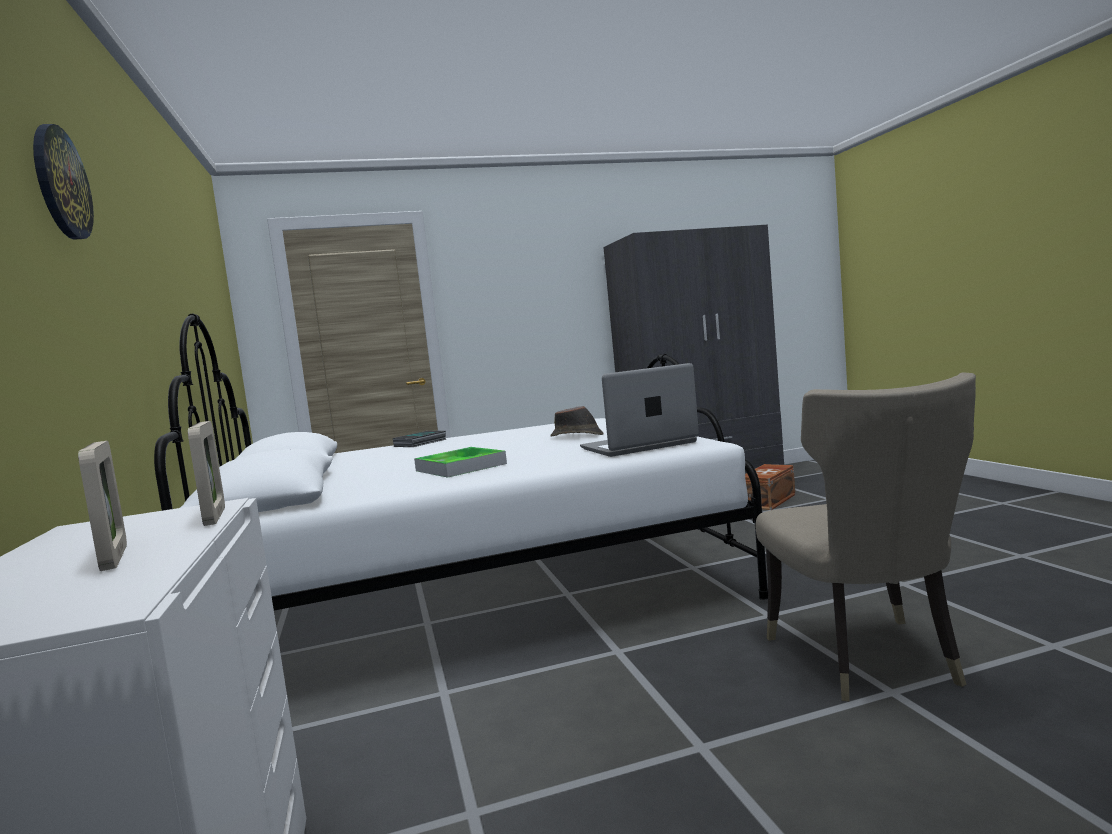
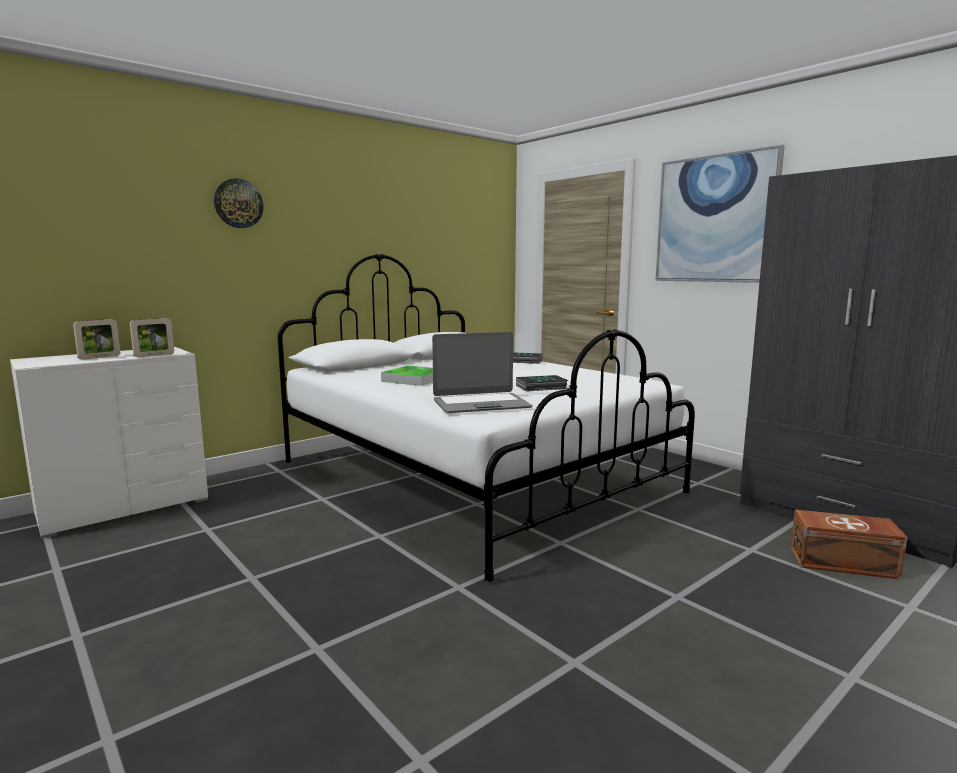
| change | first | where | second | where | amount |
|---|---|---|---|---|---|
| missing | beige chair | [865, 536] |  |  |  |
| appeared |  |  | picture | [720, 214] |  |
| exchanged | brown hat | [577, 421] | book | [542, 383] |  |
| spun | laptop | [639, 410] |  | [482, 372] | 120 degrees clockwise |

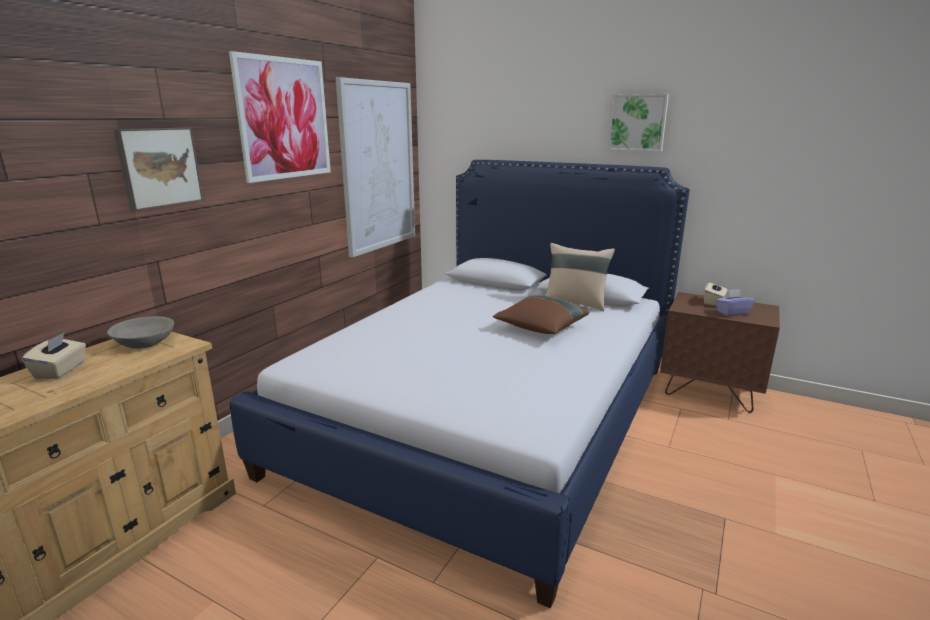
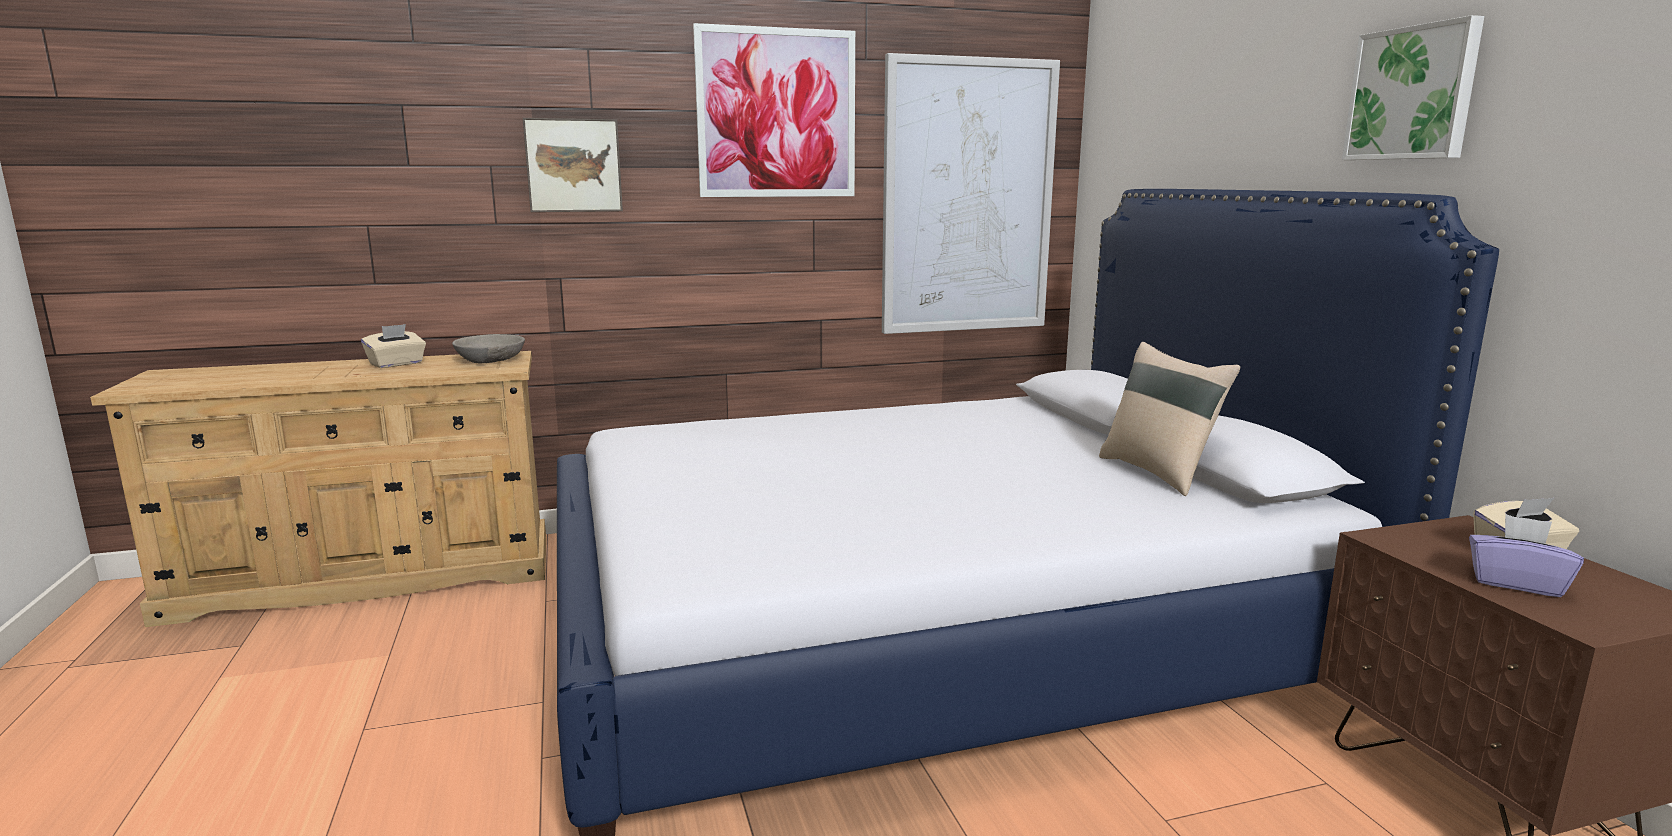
| change | first | where | second | where | amount |
|---|---|---|---|---|---|
| missing | brown pillow | [541, 314] |  |  |  |

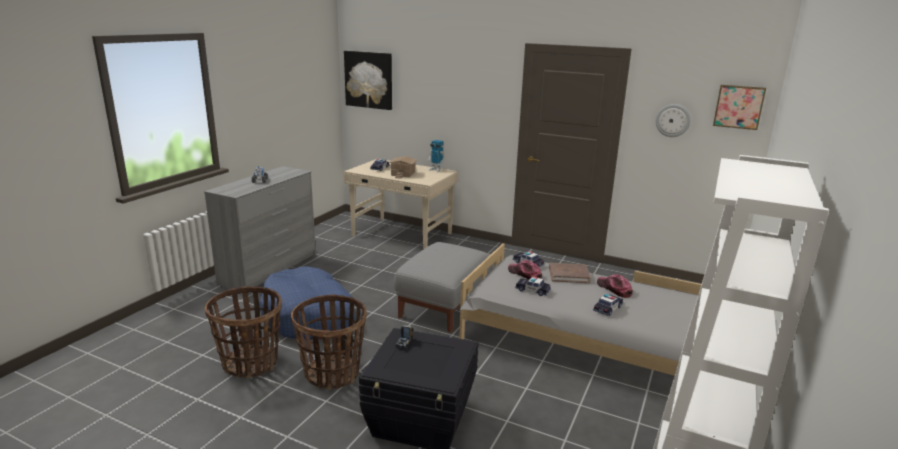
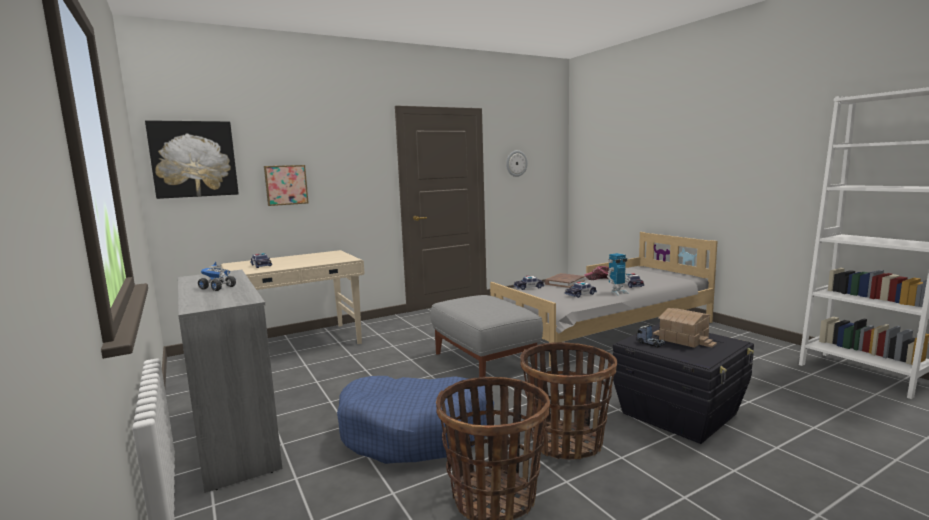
| change | first | where | second | where | amount |
|---|---|---|---|---|---|
| missing | cap | [525, 269] |  |  |  |
| relocated | toy house | [403, 167] |  | [685, 328] |  |
| relocated | toy robot | [436, 156] |  | [618, 274] |  |
| relocated | picture | [739, 107] |  | [286, 185] |  |

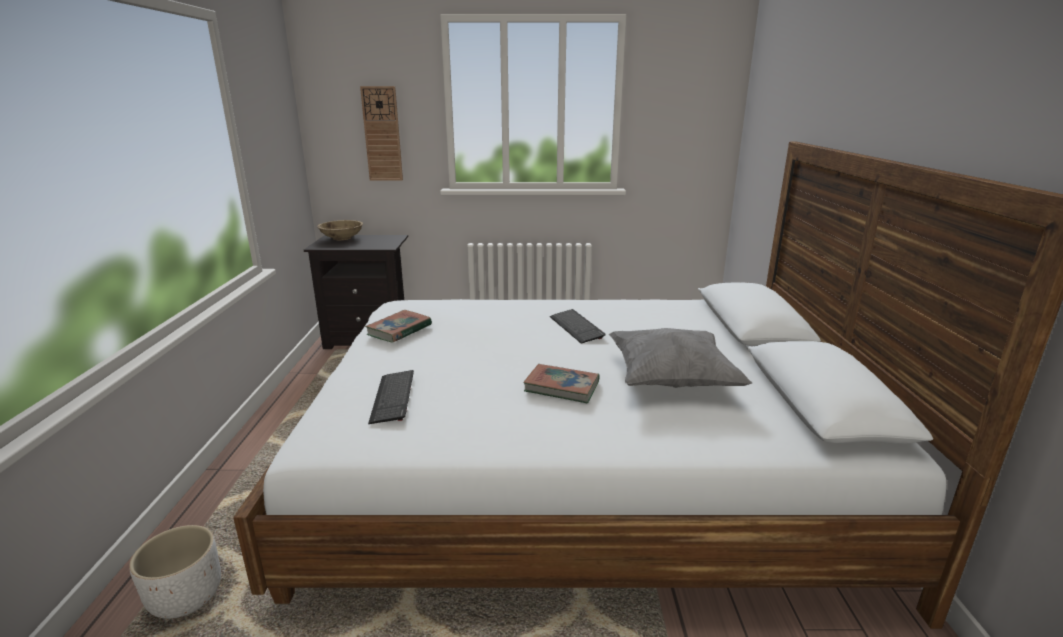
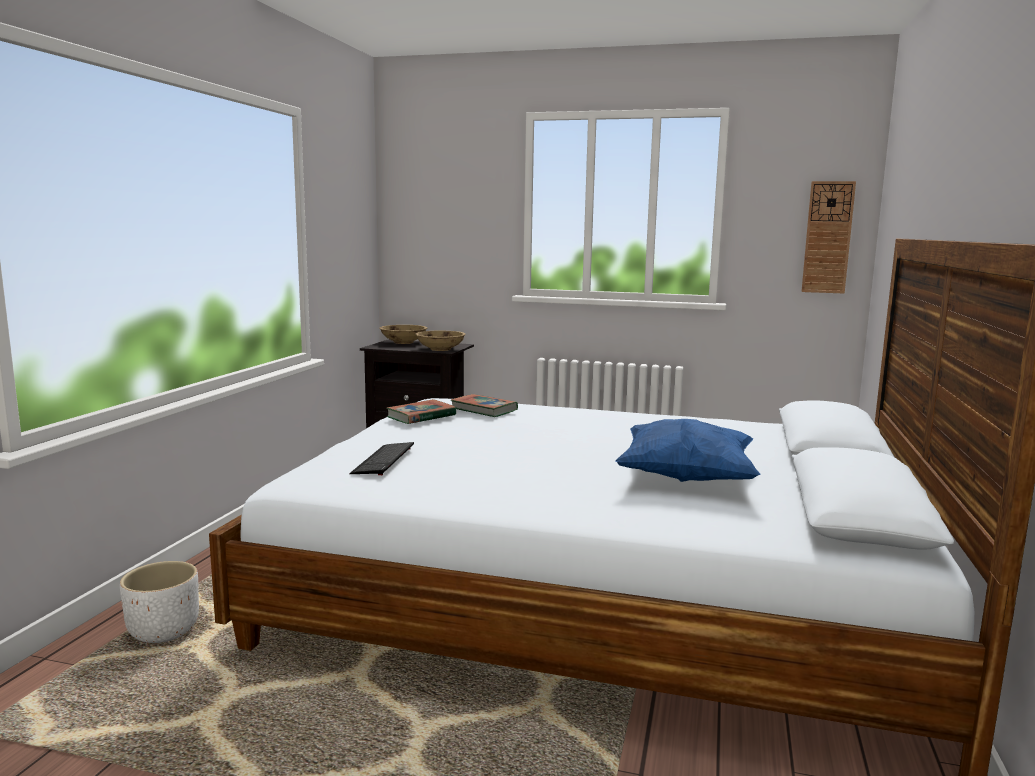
| change | first | where | second | where | amount |
|---|---|---|---|---|---|
| missing | keyboard | [578, 326] |  |  |  |
| appeared |  |  | beige bowl | [440, 341] |  |
| relocated | wall clock | [381, 133] |  | [828, 237] |  |
| relocated | book | [561, 383] |  | [484, 405] |  |
| colour | grey pillow | [680, 358] | blue pillow | [688, 450] |  |

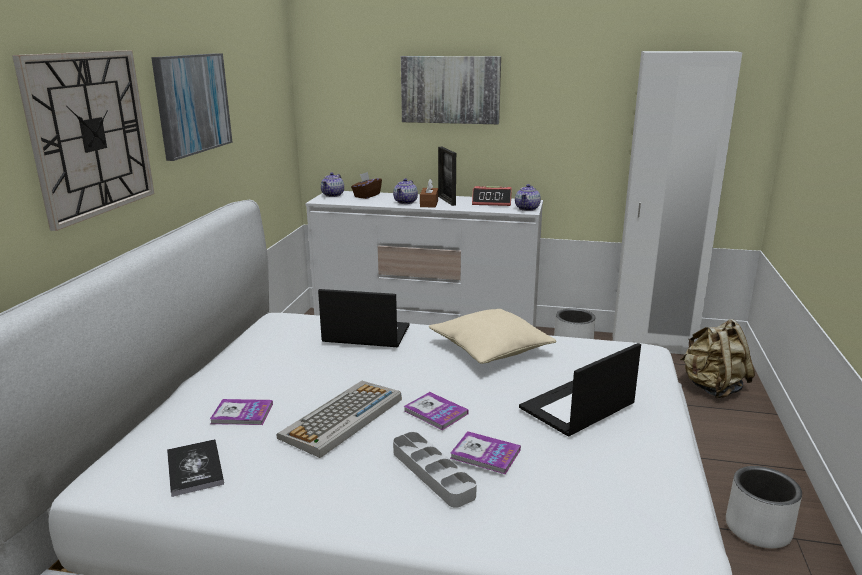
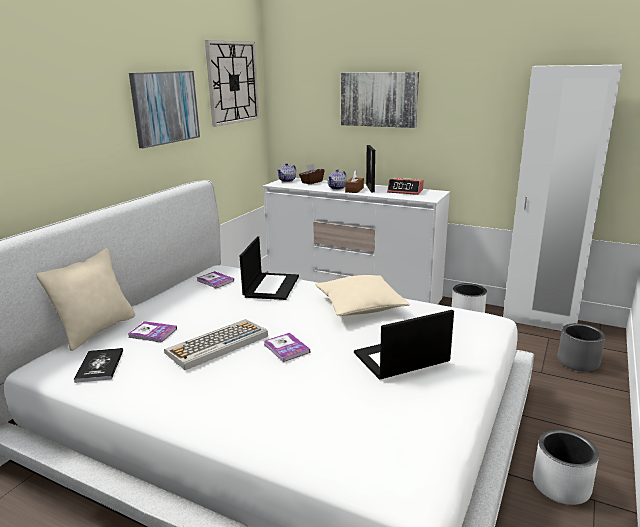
| change | first | where | second | where | amount |
|---|---|---|---|---|---|
| missing | grey tray | [435, 470] |  |  |  |
| missing | teapot | [528, 197] |  |  |  |
| appeared |  |  | beige pillow | [85, 299] |  |
| relocated | wall clock | [83, 140] |  | [232, 83] |  |
| relocated | book | [485, 452] |  | [215, 279] |  |
| exchanged | beige backpack | [717, 358] | grey planter | [581, 347] |  |
| spun | laptop | [363, 318] |  | [269, 268] | 75 degrees clockwise |

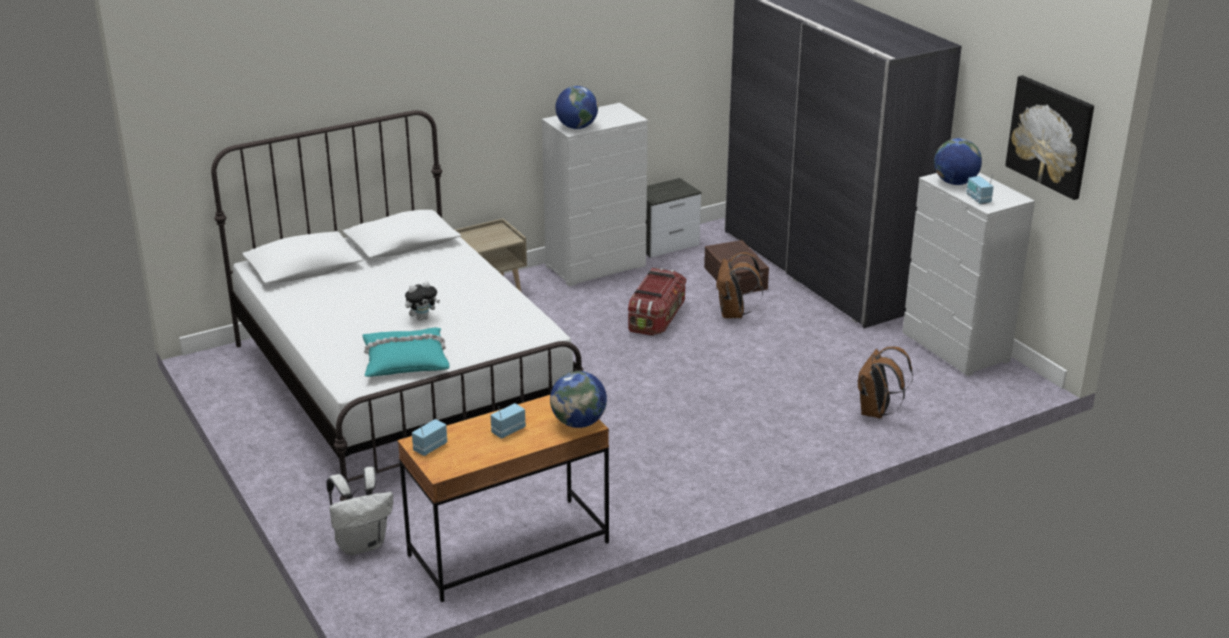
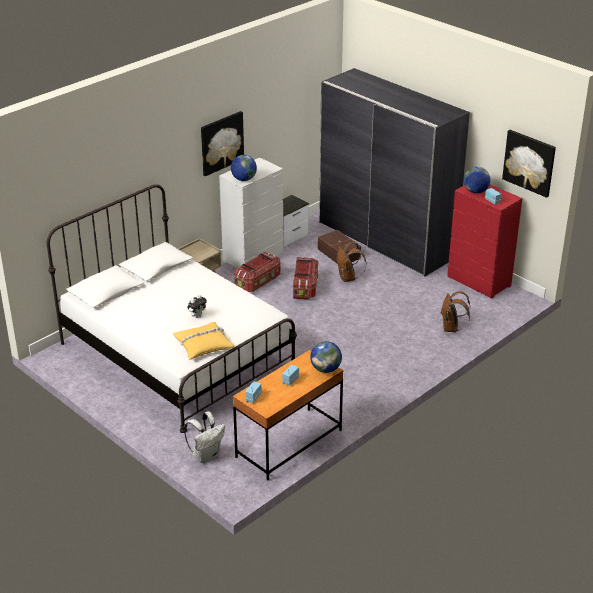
| change | first | where | second | where | amount |
|---|---|---|---|---|---|
| appeared |  |  | picture | [222, 143] |  |
| appeared |  |  | storage box | [257, 272] |  |
| colour | turquoise pillow | [405, 352] | yellow pillow | [203, 341] |  |
| colour | white dresser | [968, 274] | red dresser | [484, 241] |  |

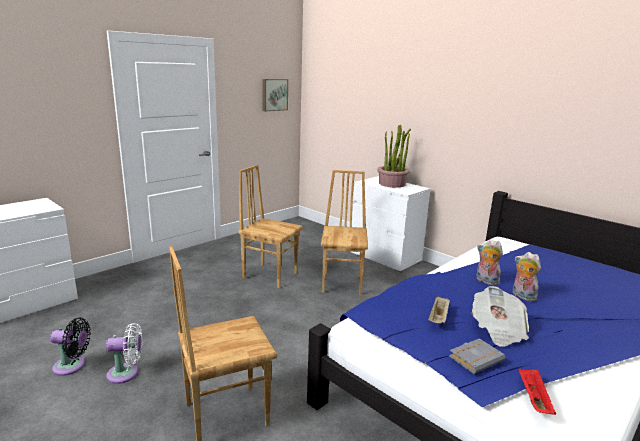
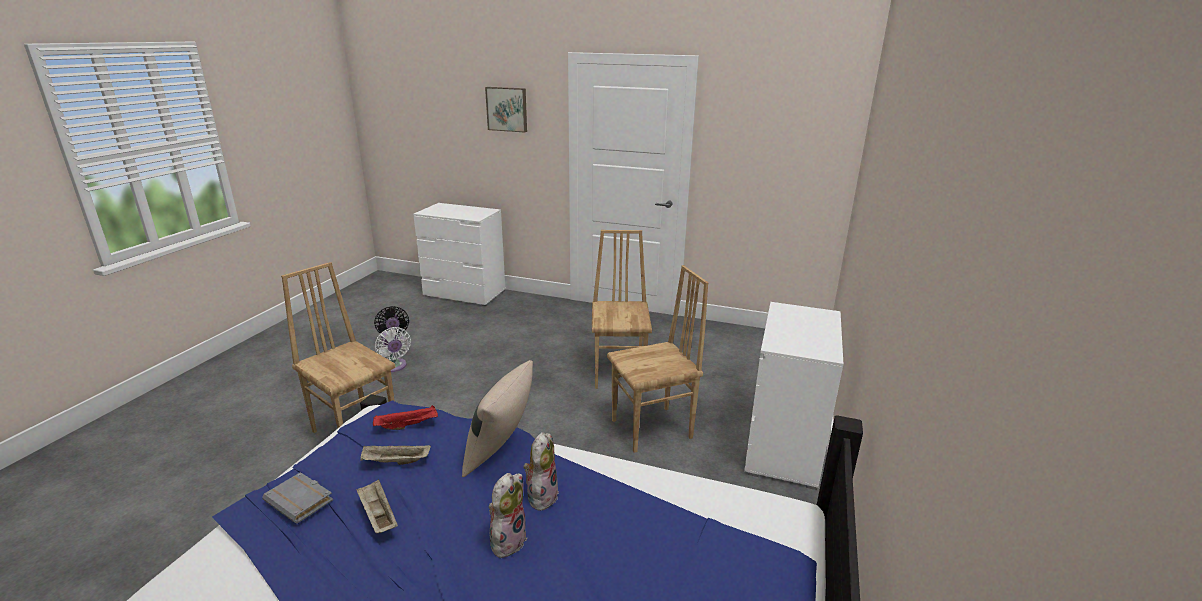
| change | first | where | second | where | amount |
|---|---|---|---|---|---|
| missing | potted plant | [394, 156] |  |  |  |
| appeared |  |  | beige pillow | [497, 418] |  |
| relocated | picture | [275, 95] |  | [506, 110] |  |
| relocated | red tray | [537, 392] |  | [405, 417] |  |
| exchanged | newspaper | [500, 316] | beige tray | [377, 506] |  |

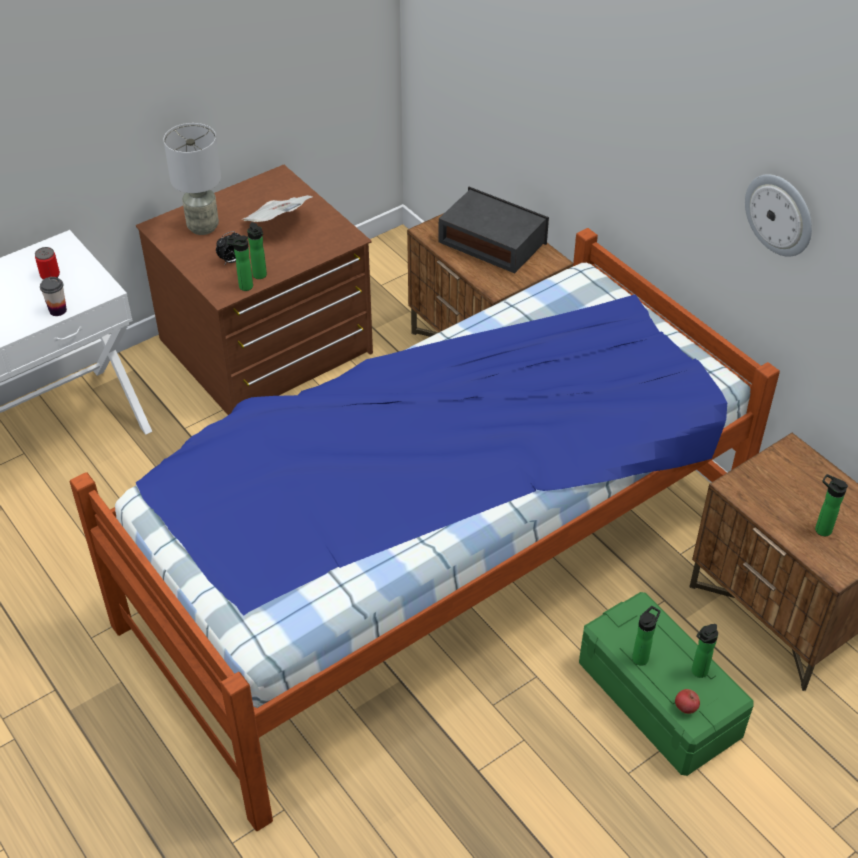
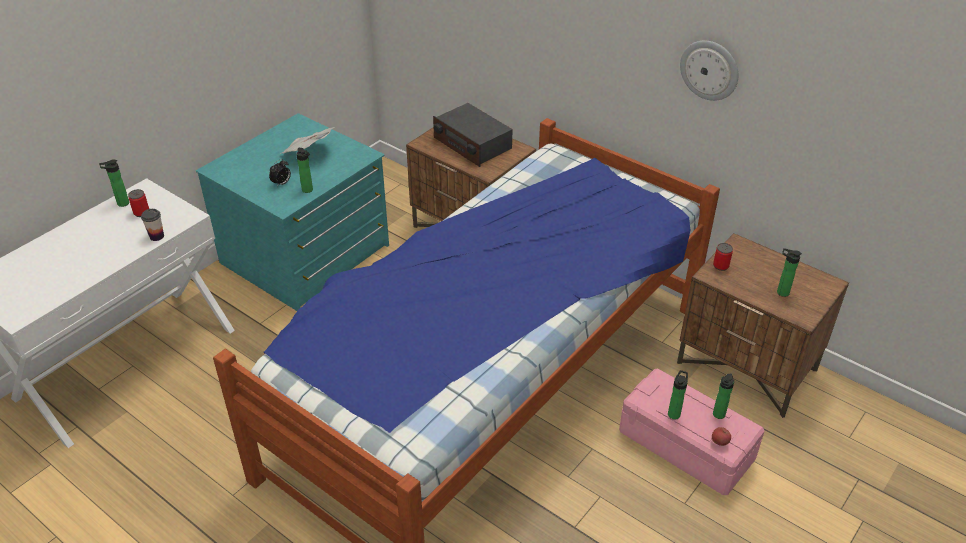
| change | first | where | second | where | amount |
|---|---|---|---|---|---|
| missing | grey table lamp | [192, 179] |  |  |  |
| appeared |  |  | can | [723, 257] |  |
| relocated | bottle | [240, 263] |  | [114, 183] |  |
| colour | brown dresser | [254, 290] | turquoise dresser | [292, 212] |  |
| colour | green storage box | [666, 684] | pink storage box | [692, 432] |  |
| spun | radio | [493, 230] |  | [473, 135] | 150 degrees counterclockwise |

